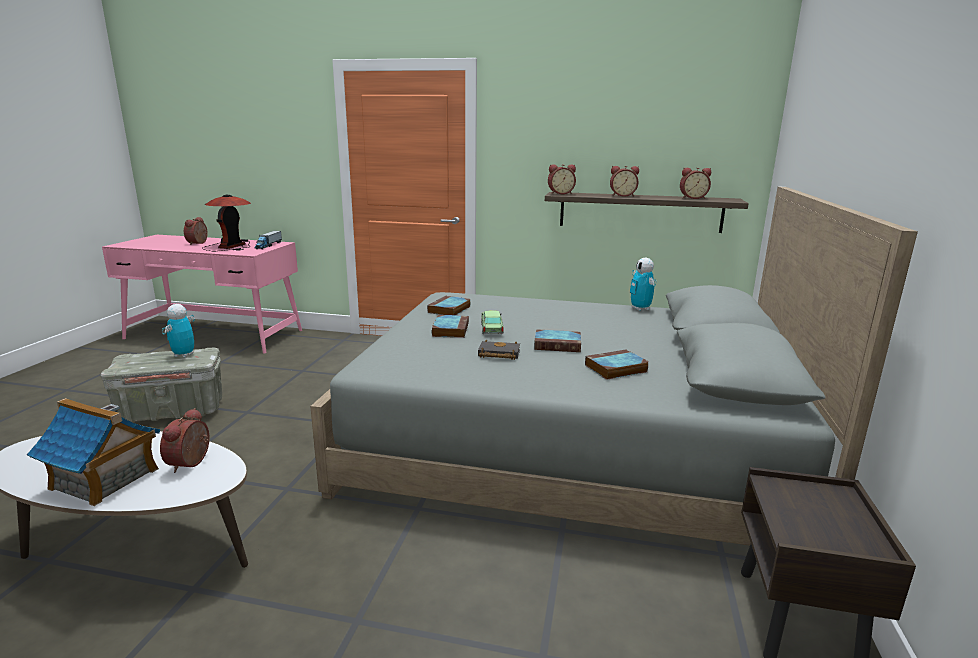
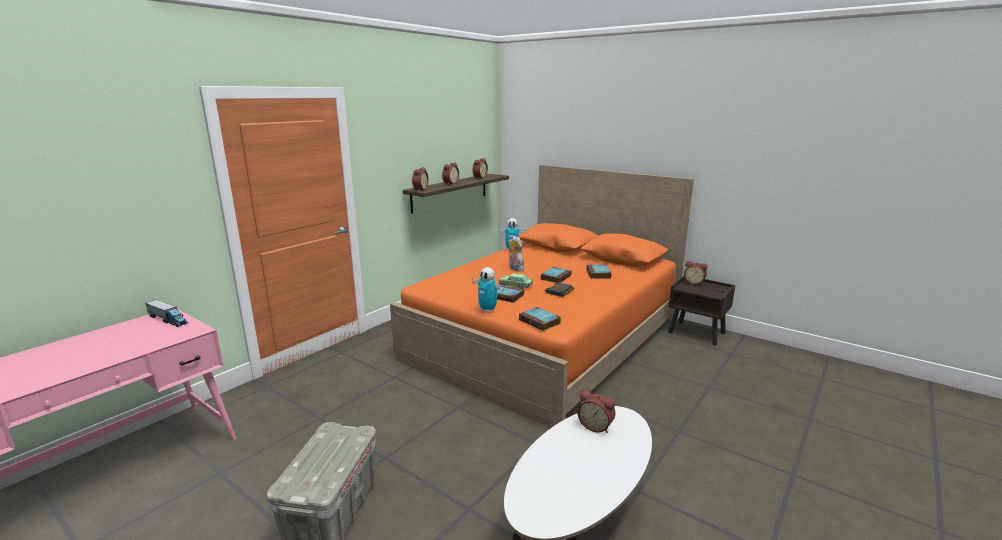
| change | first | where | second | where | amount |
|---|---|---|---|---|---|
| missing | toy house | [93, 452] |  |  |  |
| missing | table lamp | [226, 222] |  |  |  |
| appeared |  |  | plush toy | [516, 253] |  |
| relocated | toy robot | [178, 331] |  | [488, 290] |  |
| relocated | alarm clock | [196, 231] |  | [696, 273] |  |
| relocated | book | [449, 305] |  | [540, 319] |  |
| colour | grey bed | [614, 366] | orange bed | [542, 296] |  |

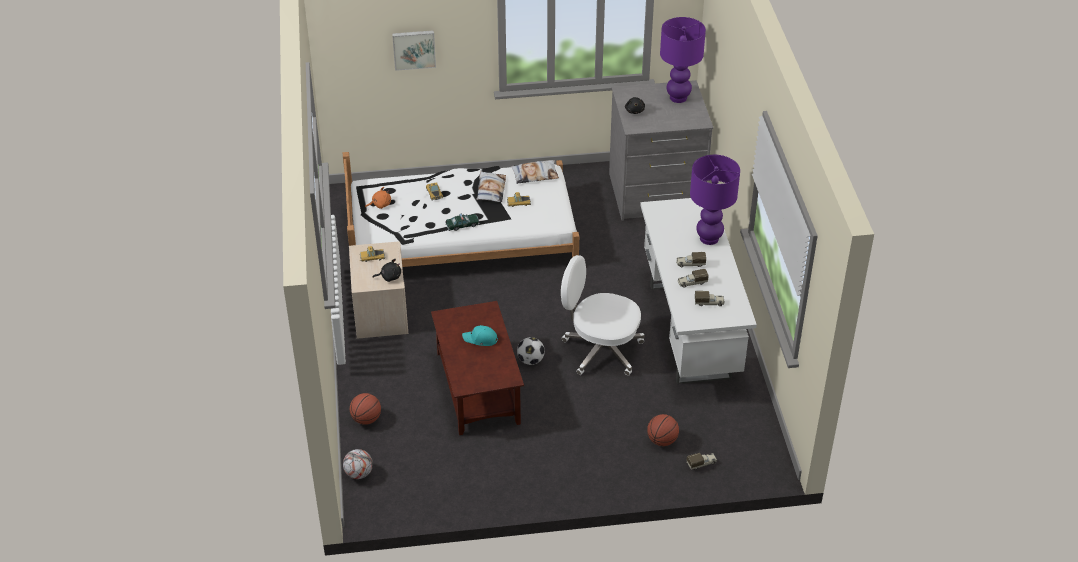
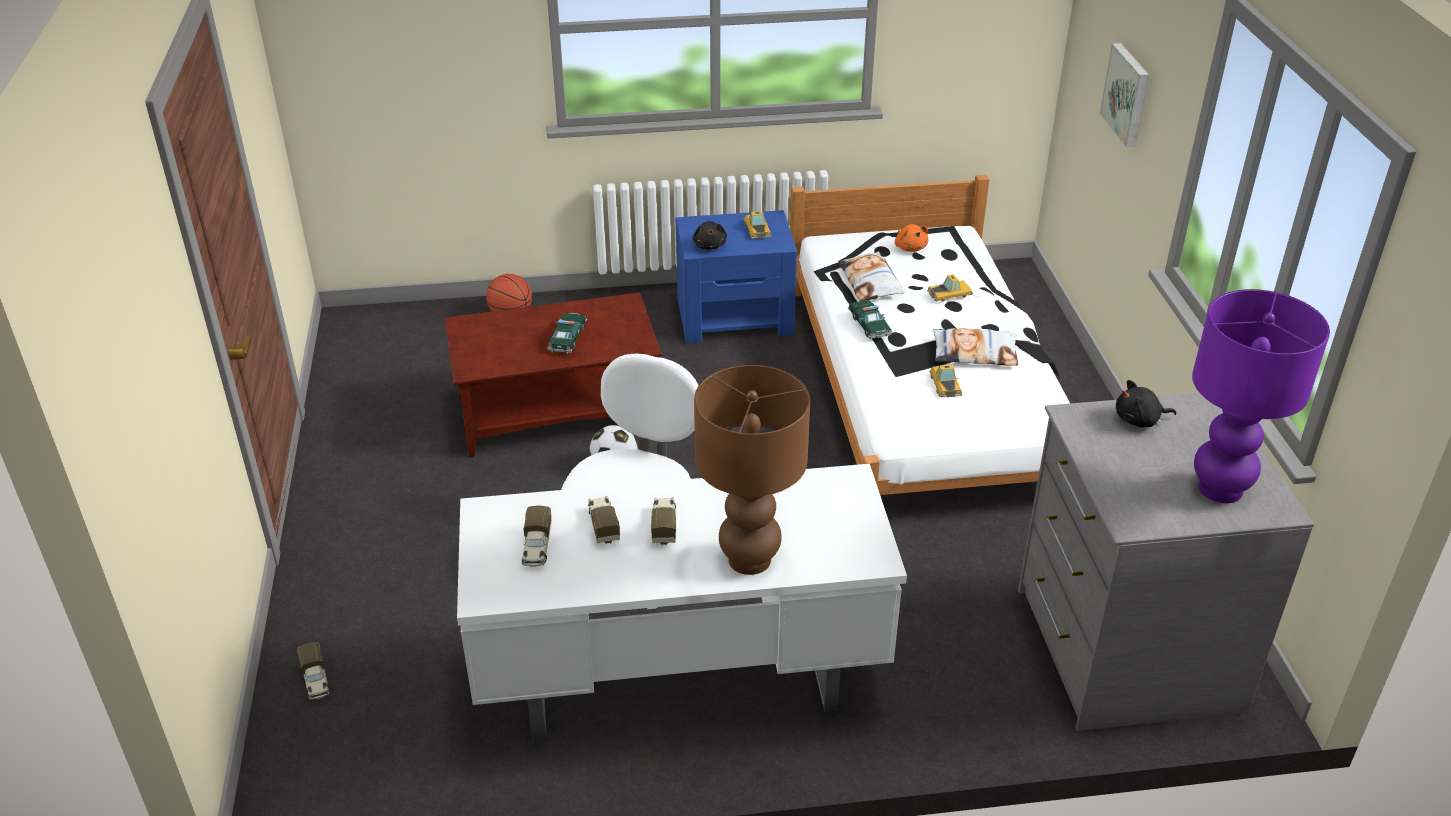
| change | first | where | second | where | amount |
|---|---|---|---|---|---|
| missing | football | [358, 464] |  |  |  |
| missing | basketball | [663, 430] |  |  |  |
| relocated | pillow | [535, 172] |  | [871, 276] |  |
| exchanged | turquoise cap | [480, 335] | toy car | [567, 333] |  |
| colour | beige nightstand | [378, 290] | blue nightstand | [736, 276] |  |
| colour | purple table lamp | [715, 200] | brown table lamp | [752, 469] |  |

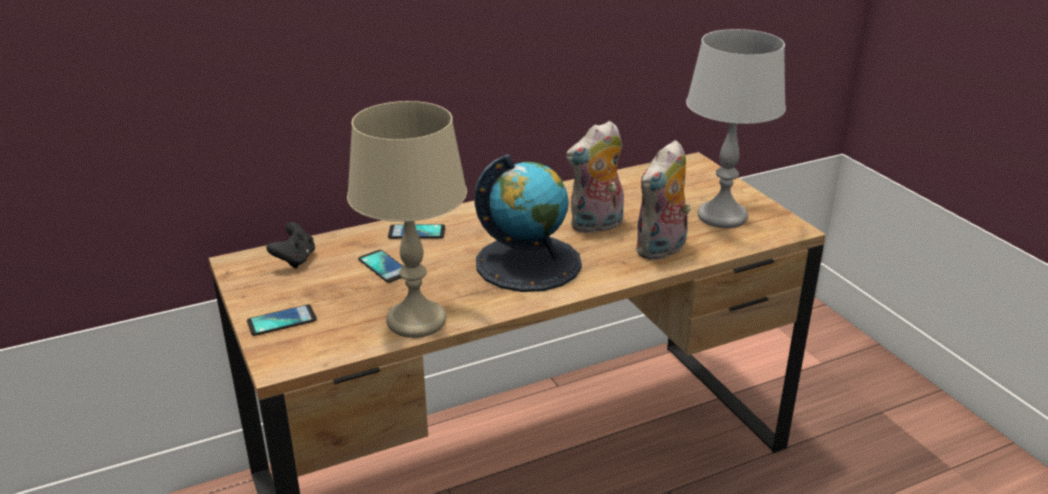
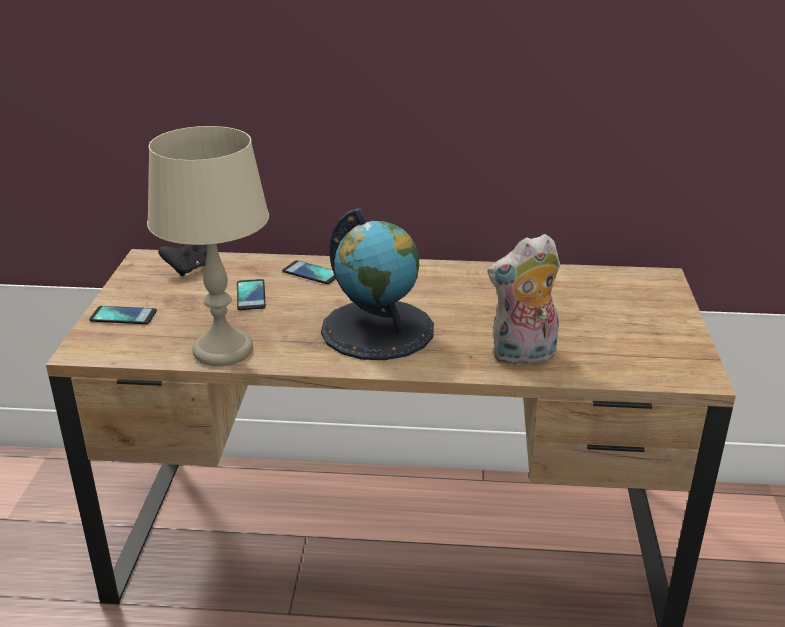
| change | first | where | second | where | amount |
|---|---|---|---|---|---|
| missing | plush toy | [595, 177] |  |  |  |
| missing | grey table lamp | [736, 128] |  |  |  |

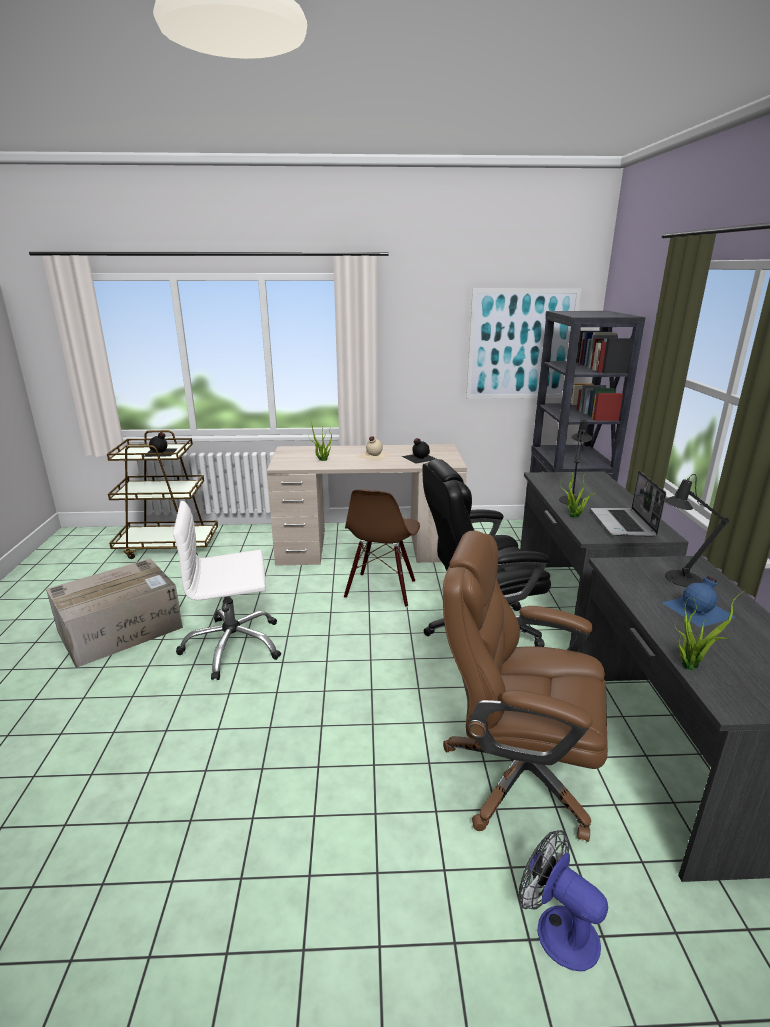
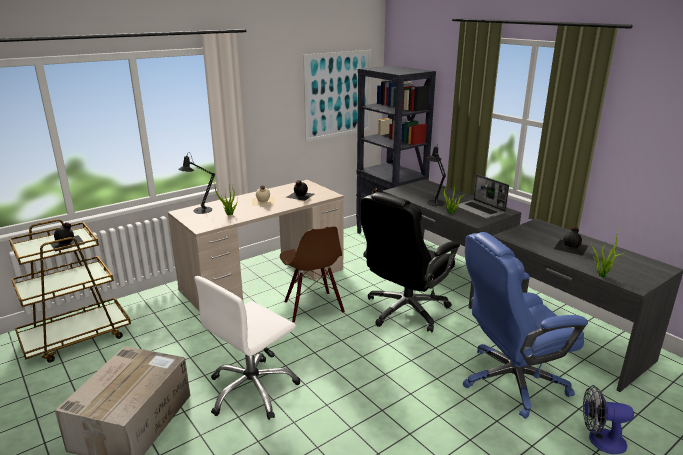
| change | first | where | second | where | amount |
|---|---|---|---|---|---|
| relocated | black table lamp | [696, 530] |  | [196, 183] |  |
| colour | brown office chair | [525, 686] | blue office chair | [525, 325] |  |
| colour | blue bottle | [699, 602] | black bottle | [571, 241] |  |

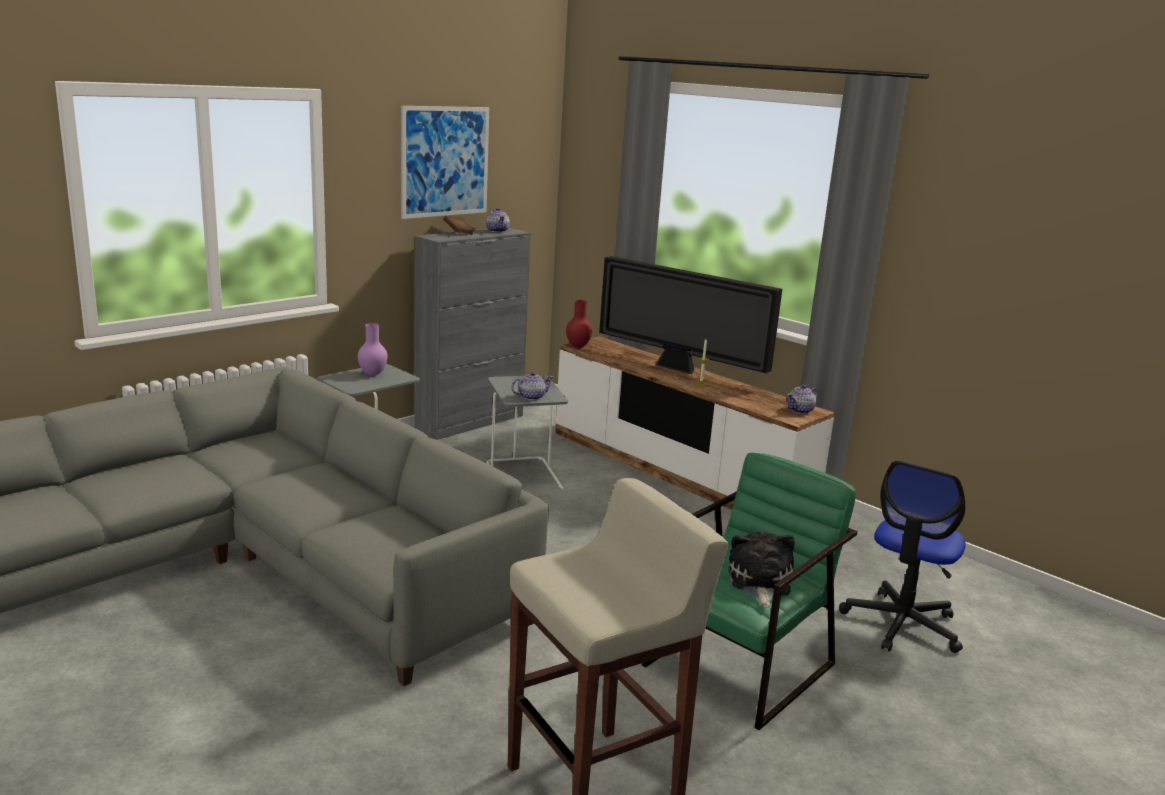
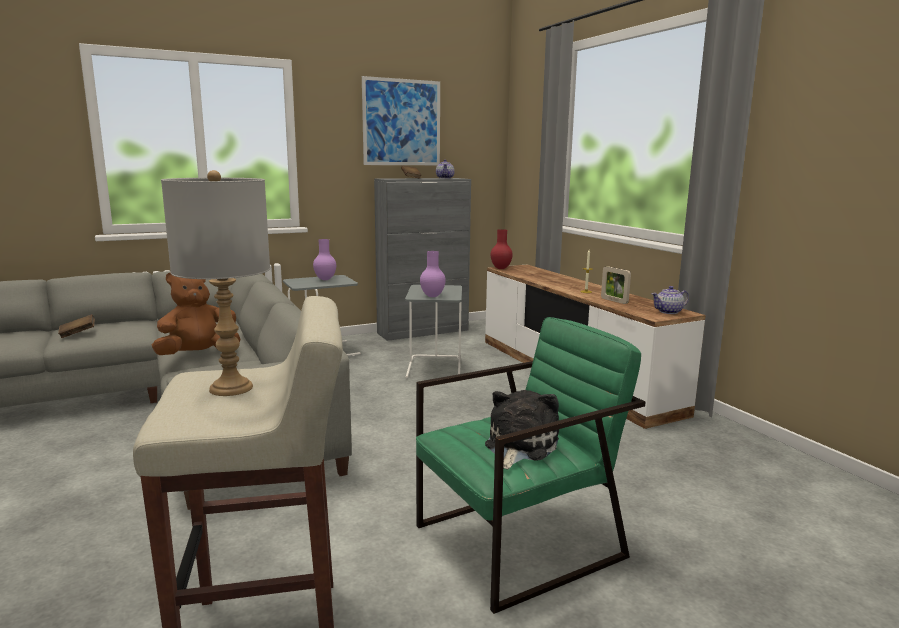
| change | first | where | second | where | amount |
|---|---|---|---|---|---|
| missing | television | [690, 315] |  |  |  |
| missing | office chair | [902, 557] |  |  |  |
| appeared |  |  | brown book | [76, 326] |  |
| appeared |  |  | brown plush toy | [196, 314] |  |
| appeared |  |  | grey table lamp | [215, 283] |  |
| appeared |  |  | picture frame | [616, 285] |  |
| exchanged | teapot | [532, 386] | purple vase | [433, 274] |  |

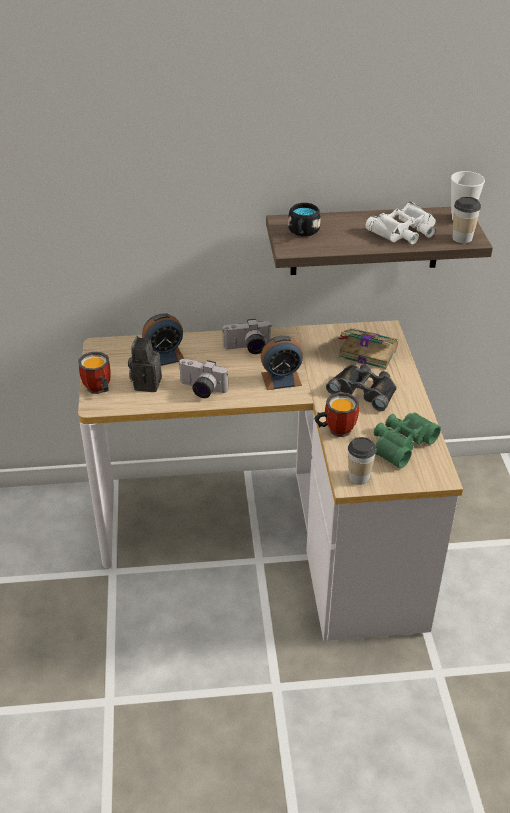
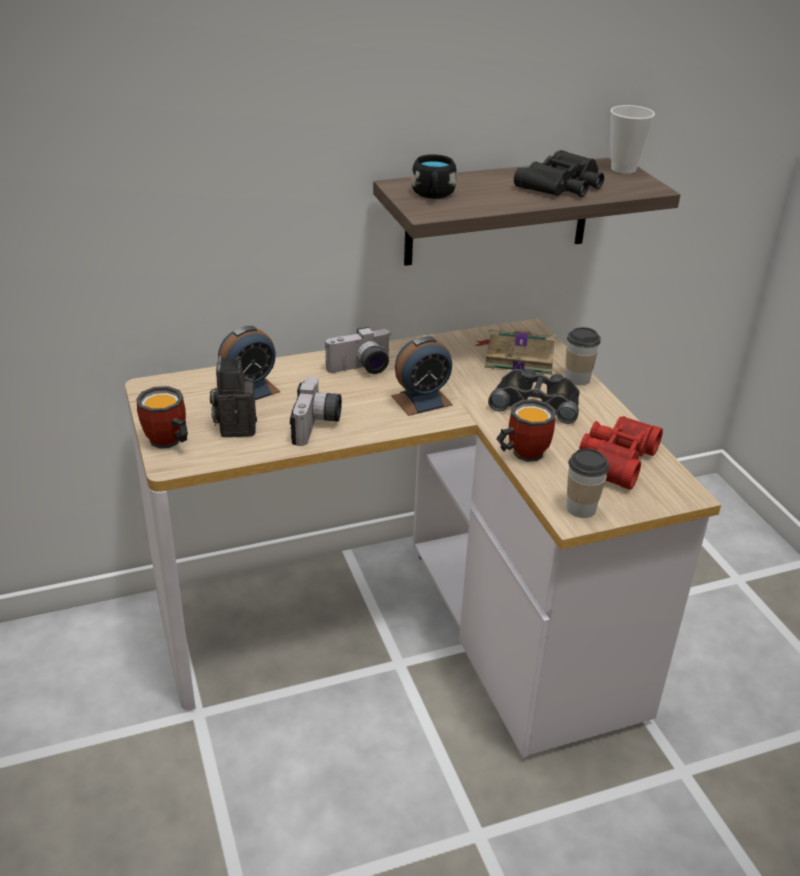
| change | first | where | second | where | amount |
|---|---|---|---|---|---|
| relocated | cup | [466, 220] |  | [583, 356] |  |
| colour | white binoculars | [400, 223] | black binoculars | [559, 173] |  |
| colour | green binoculars | [407, 440] | red binoculars | [621, 453] |  |
| spun | photo camera | [203, 378] |  | [316, 411] | 90 degrees counterclockwise |

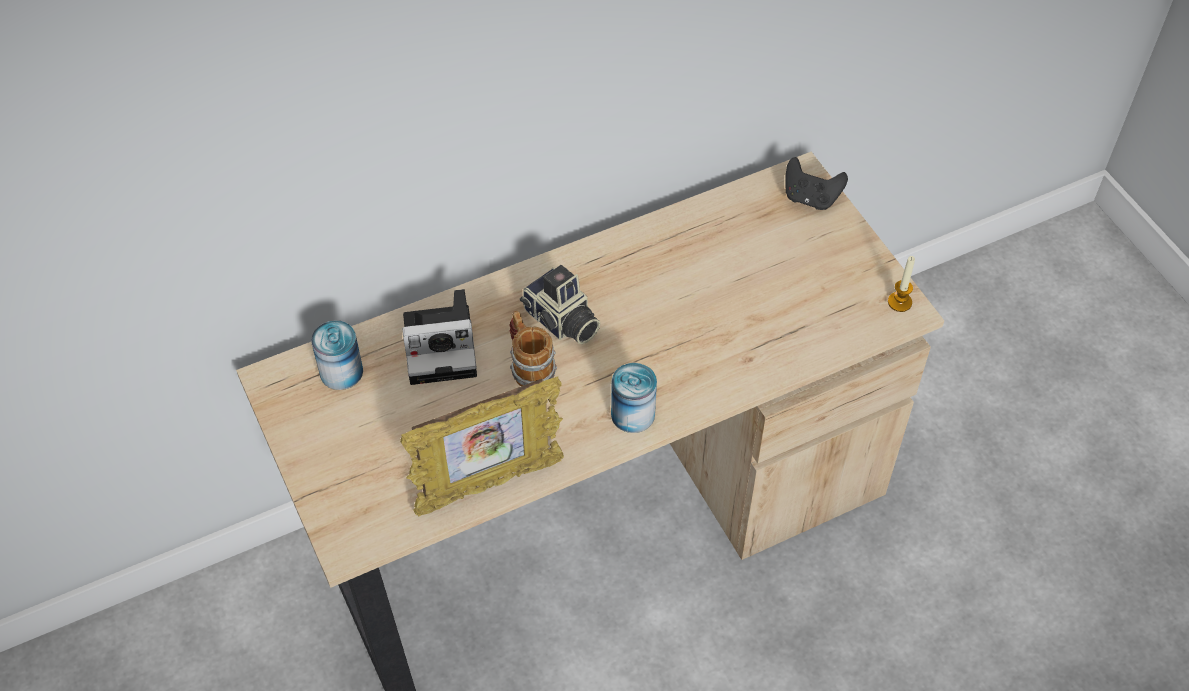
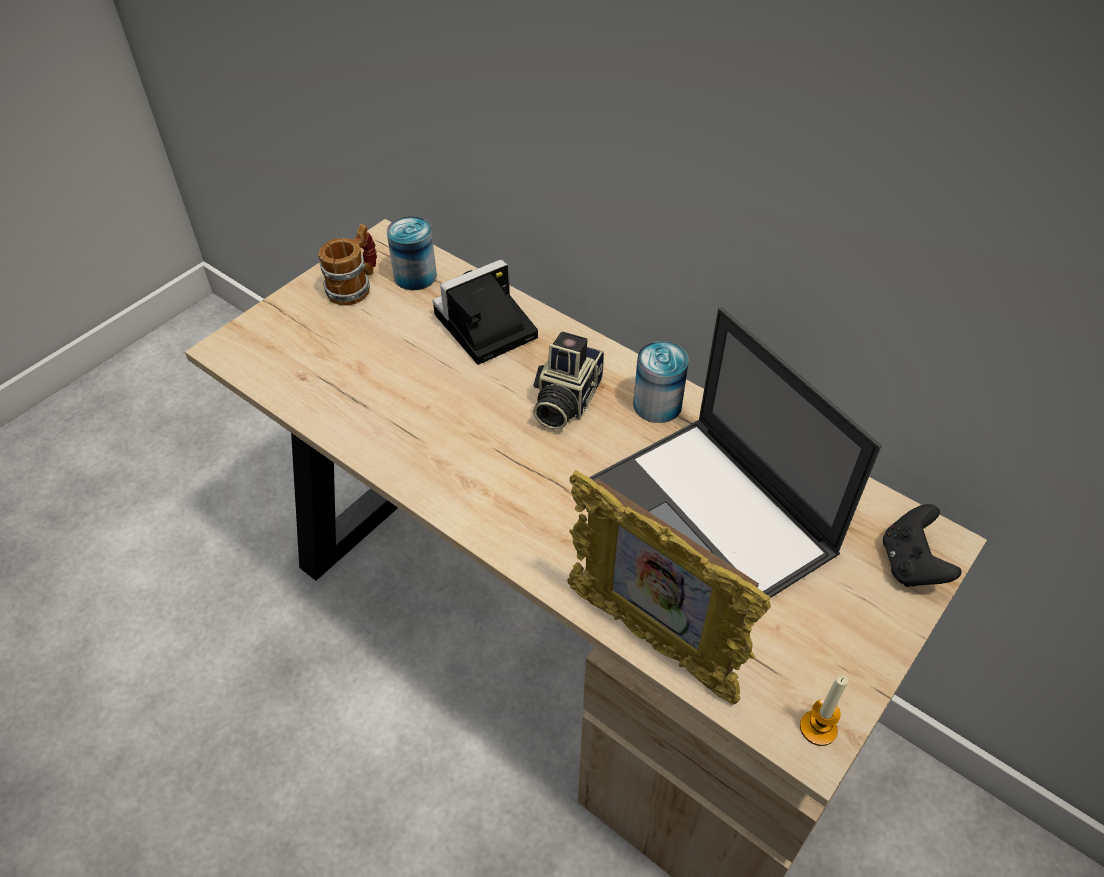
| change | first | where | second | where | amount |
|---|---|---|---|---|---|
| appeared |  |  | laptop | [735, 452] |  |
| relocated | picture frame | [482, 446] |  | [669, 587] |  |
| relocated | mug | [533, 348] |  | [347, 265] |  |
| relocated | can | [634, 398] |  | [661, 382] |  |
| spun | photo camera | [439, 337] |  | [485, 312] | 90 degrees clockwise |

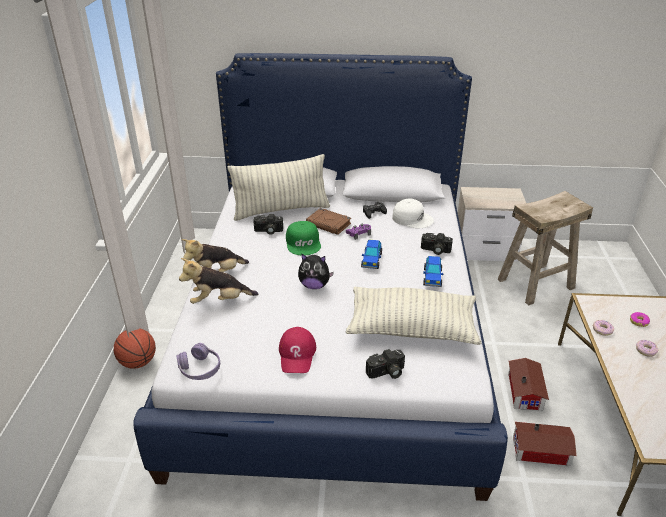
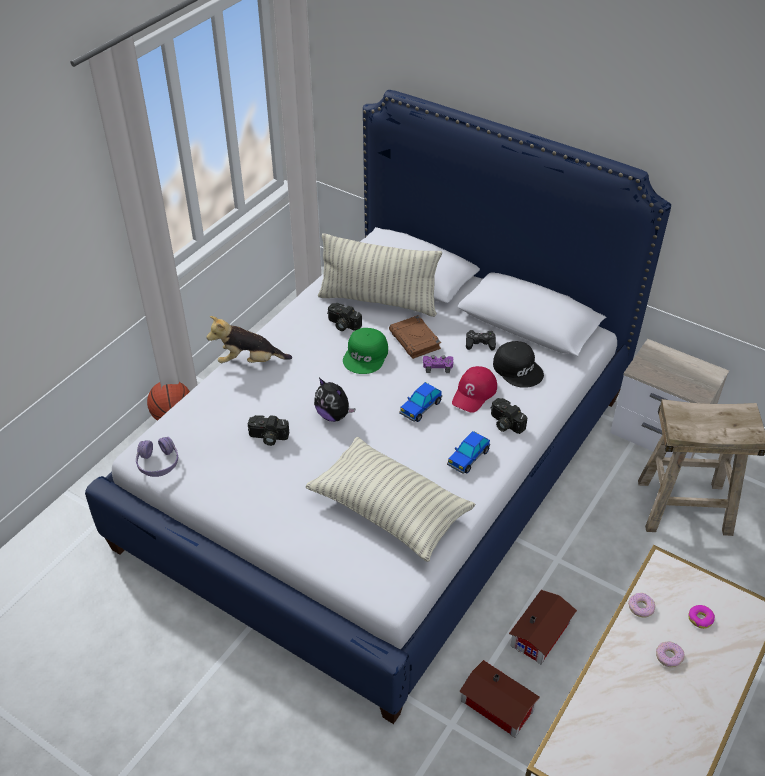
| change | first | where | second | where | amount |
|---|---|---|---|---|---|
| missing | plush toy | [218, 281] |  |  |  |
| relocated | red cap | [297, 350] |  | [474, 389] |  |
| relocated | photo camera | [385, 364] |  | [268, 430] |  |
| colour | white cap | [413, 213] | black cap | [518, 364] |  |

